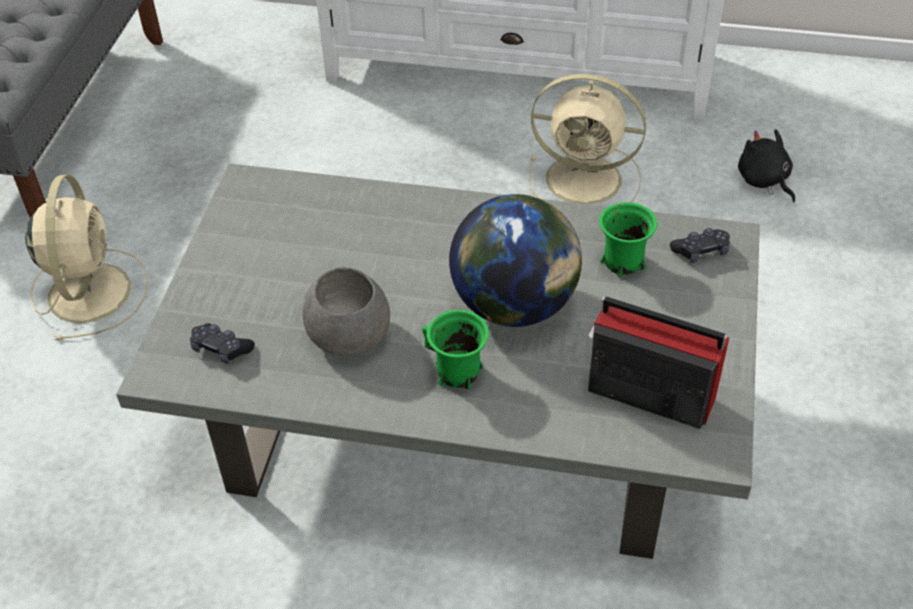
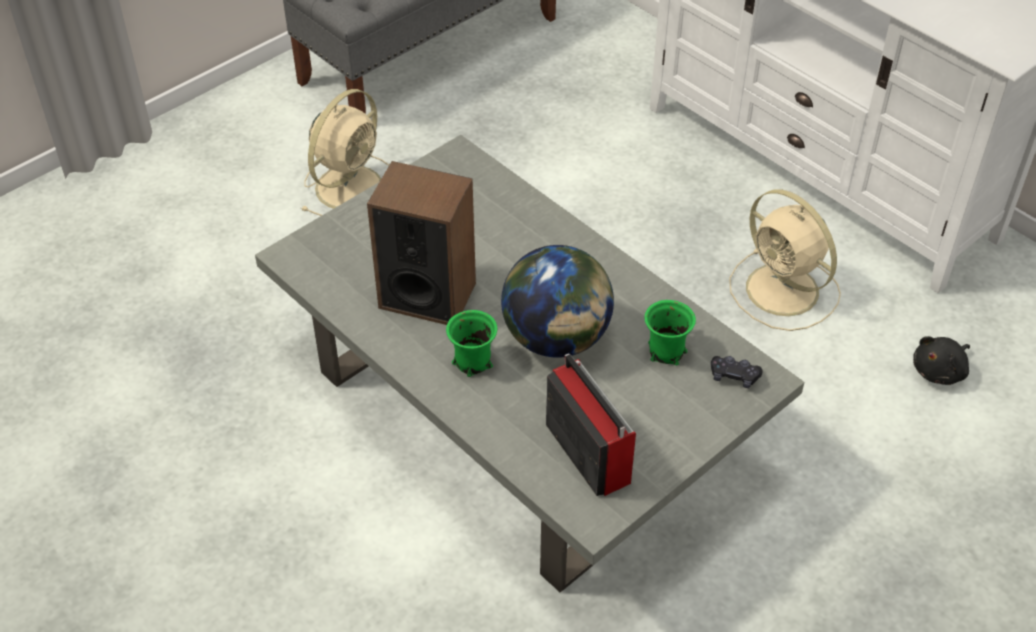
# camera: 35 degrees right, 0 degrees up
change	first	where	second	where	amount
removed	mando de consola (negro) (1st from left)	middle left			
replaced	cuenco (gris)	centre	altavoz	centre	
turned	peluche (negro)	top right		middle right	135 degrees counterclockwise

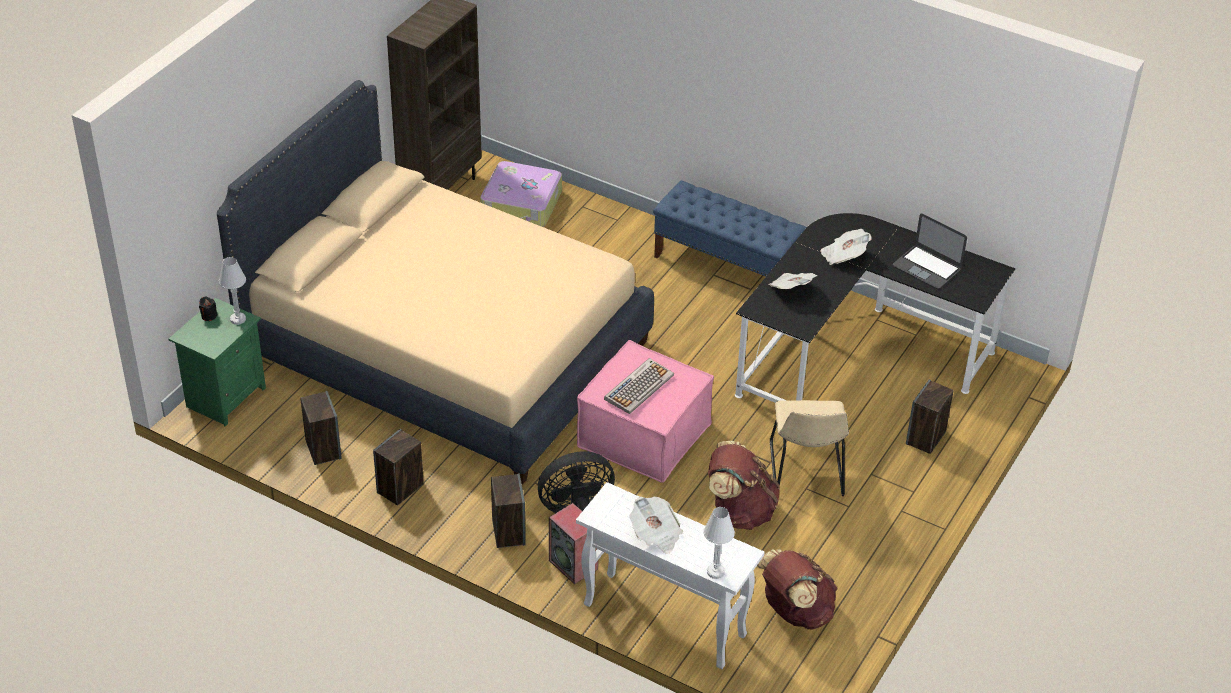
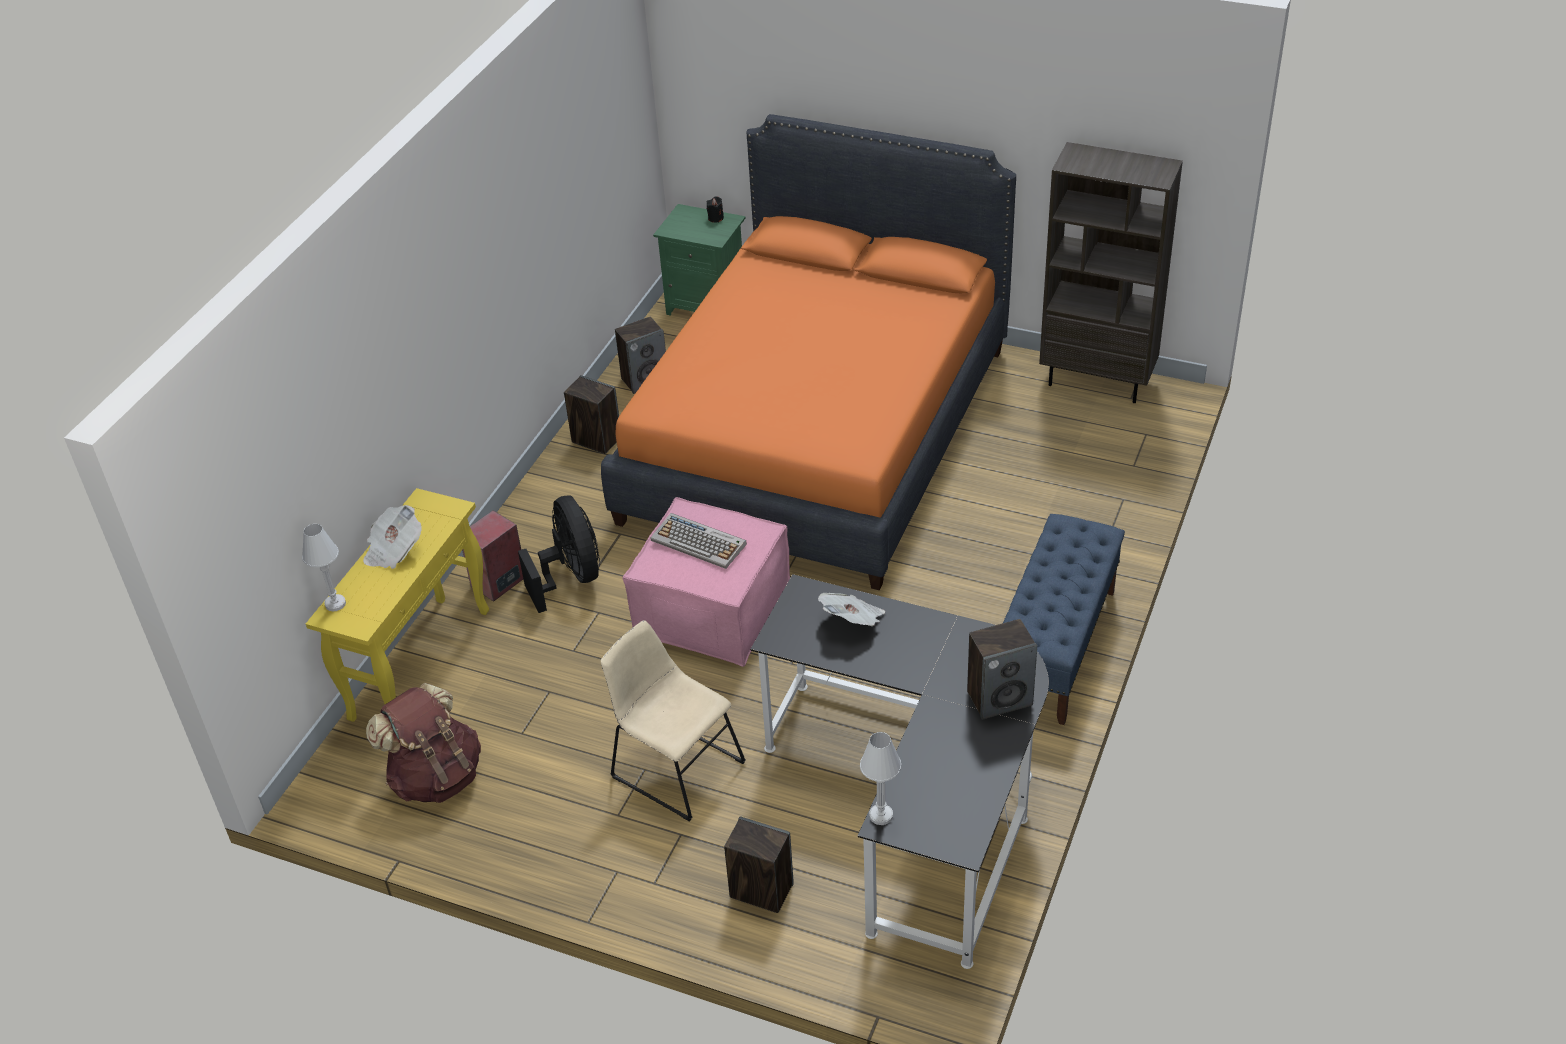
# camera: 85 degrees right, 0 degrees up
change	first	where	second	where	amount
recoloured	cama (beis)	centre	cama (naranja)	centre	
moved	lámpara de mesa (blanco) (1st from left in the first image)	middle left	lámpara de mesa (blanco) (2nd from left)	bottom centre	
removed	maleta	top centre			
moved	altavoz (3rd from left in the first image)	bottom centre	altavoz (5th from left)	centre	
recoloured	mesa consola (blanco)	bottom centre	mesa consola (amarillo)	middle left	
removed	mochila (marrón) (1st from left)	bottom centre			
turned	silla (beis)	centre		bottom centre	45 degrees clockwise
removed	periódico (3rd from left)	middle right			
removed	portátil	middle right			

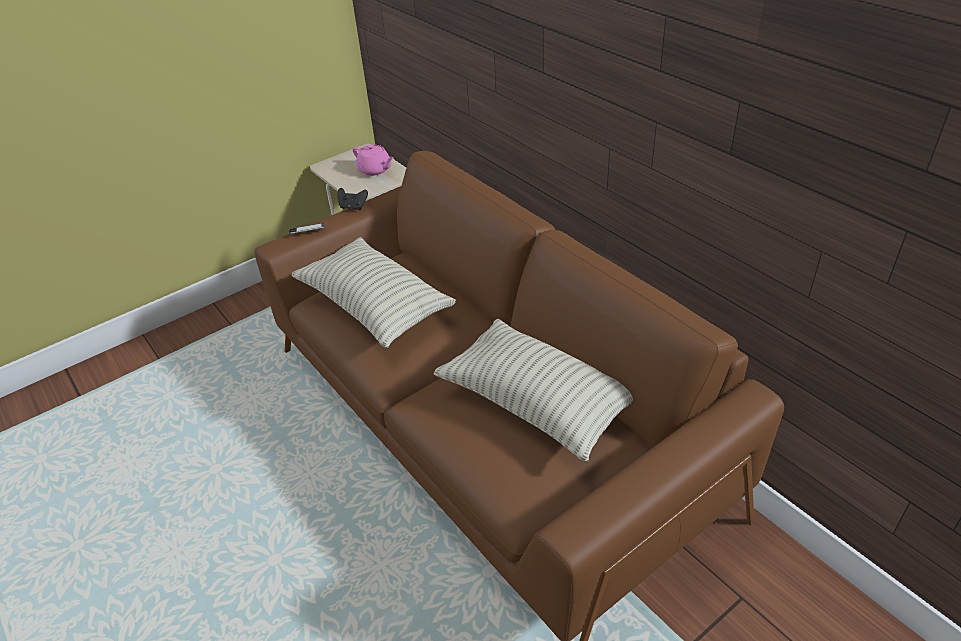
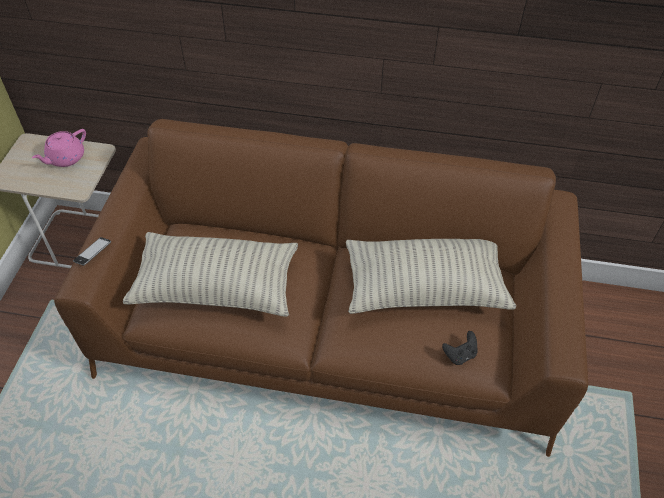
# camera: 45 degrees left, 10 degrees up
change	first	where	second	where	amount
moved	mando de consola (negro)	top centre		bottom right	
turned	tetera (rosa)	top centre		top left	135 degrees clockwise

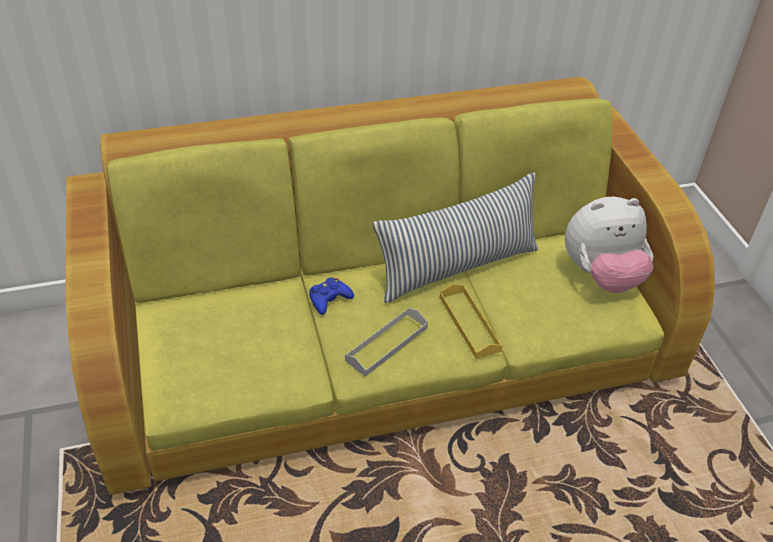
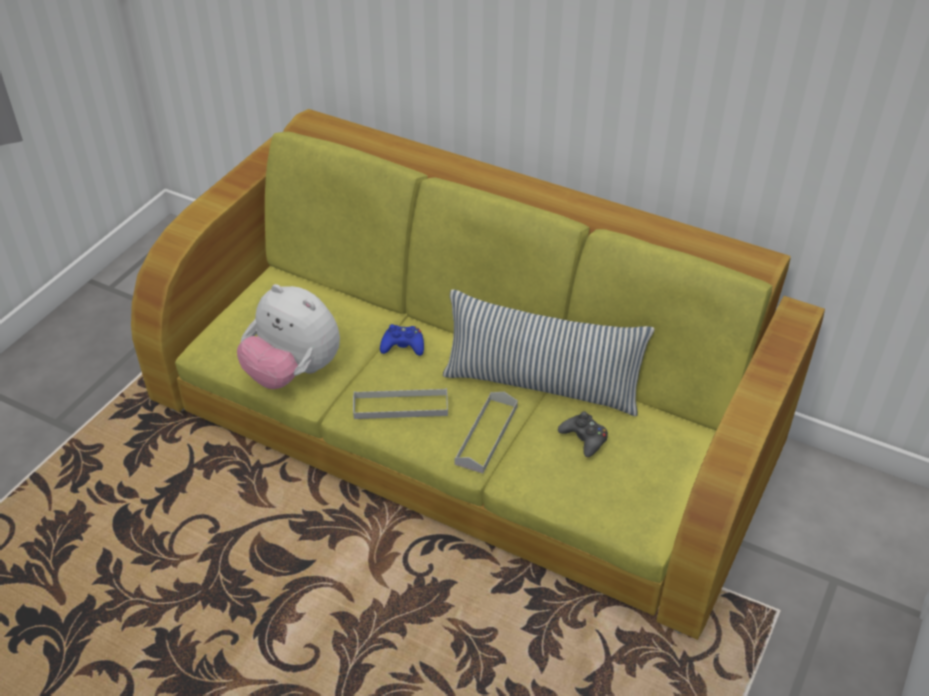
# camera: 45 degrees right, 0 degrees up
change	first	where	second	where	amount
recoloured	bandeja (amarillo)	centre	bandeja (gris) (2nd from left)	centre	
moved	peluche	middle right		middle left	
added			mando de consola (negro)	centre	

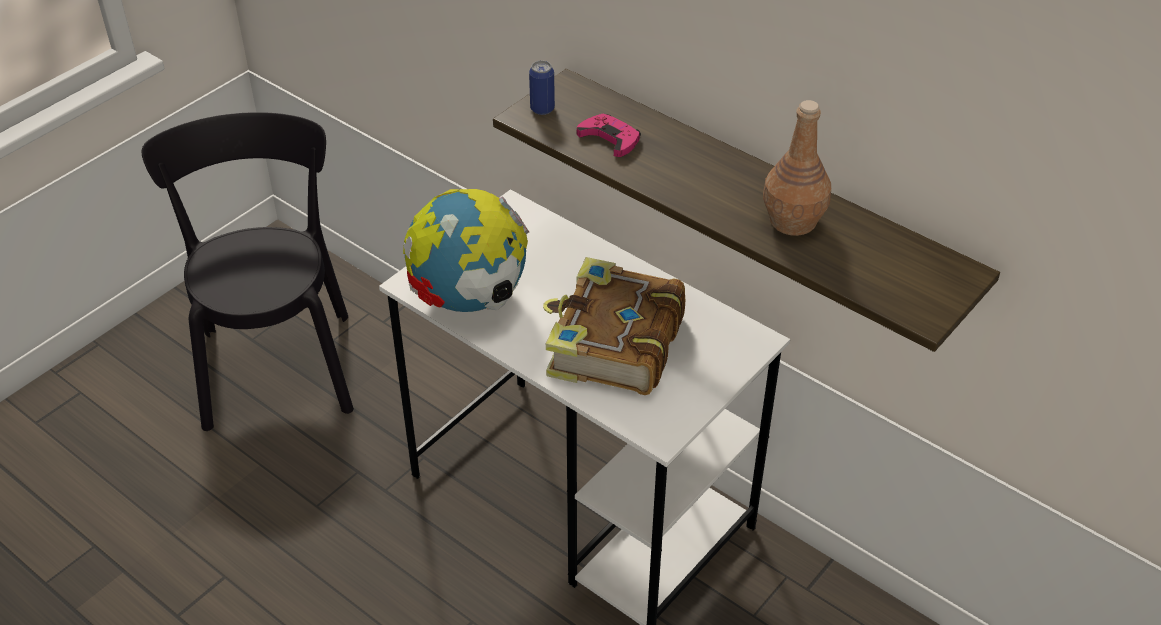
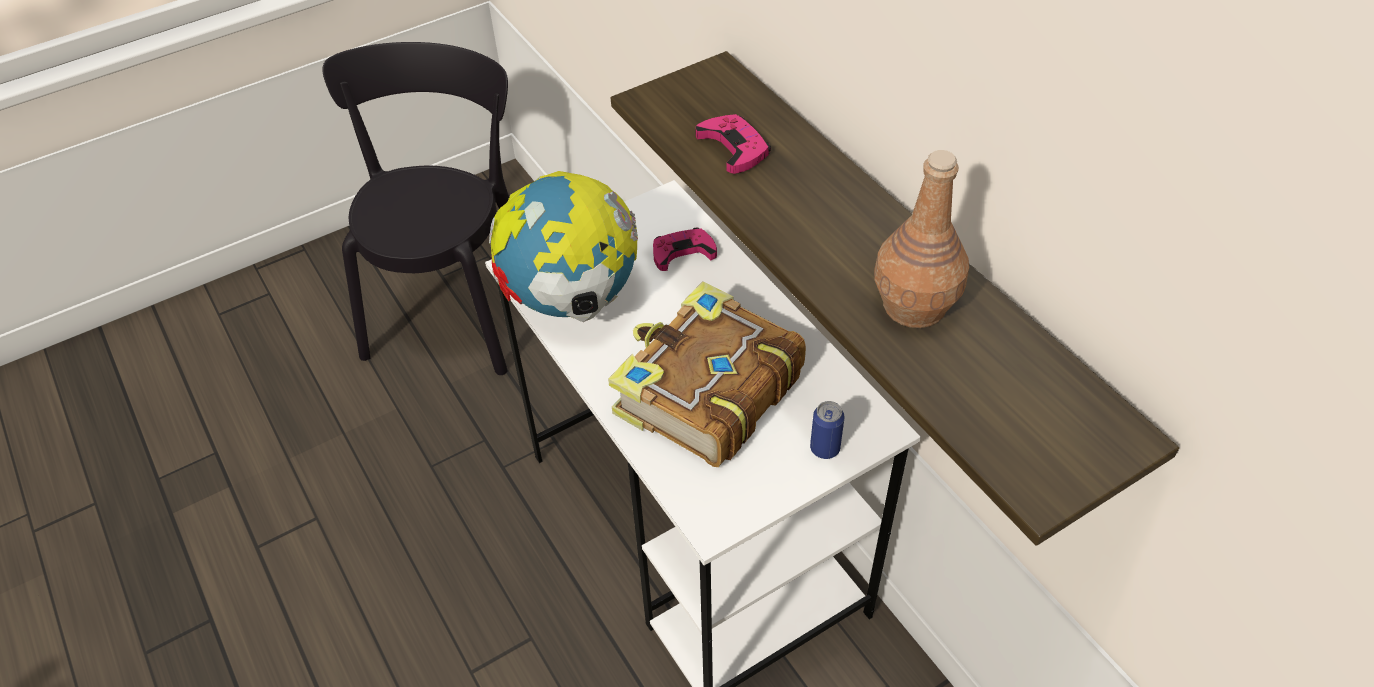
# camera: 20 degrees right, 5 degrees up
change	first	where	second	where	amount
moved	lata	top centre		centre	
added			mando de consola (rosa) (1st from left)	centre	

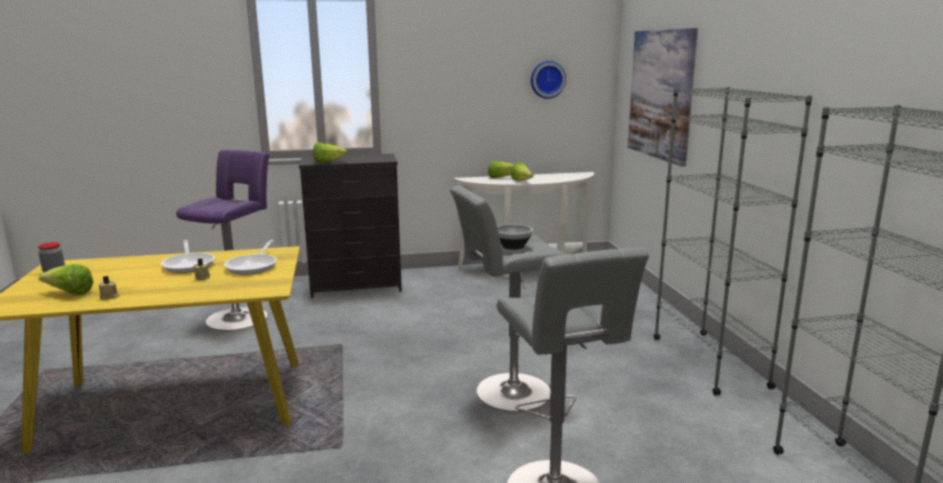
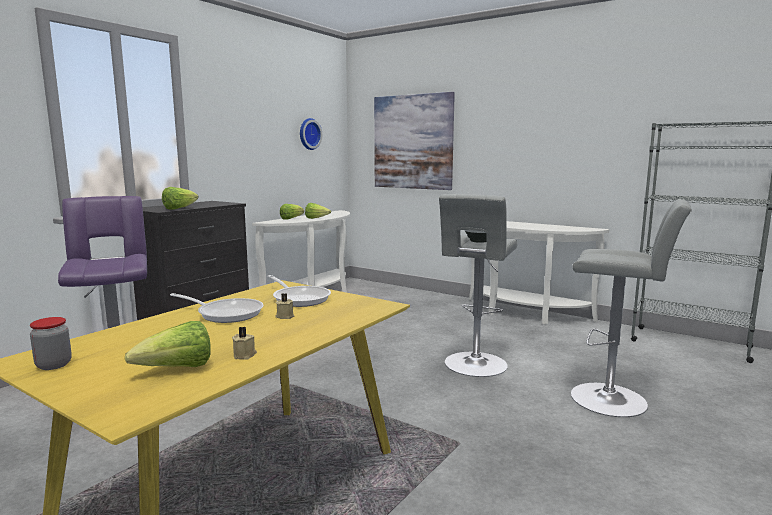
# camera: 45 degrees left, 5 degrees down
change	first	where	second	where	amount
replaced	estantería (gris) (1st from left)	middle right	mesa consola (blanco) (2nd from left)	middle right	

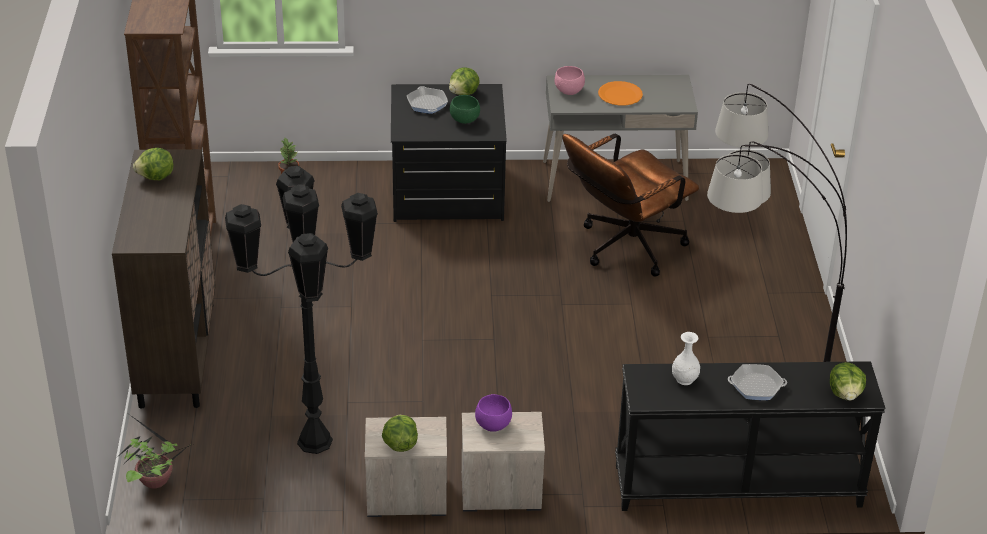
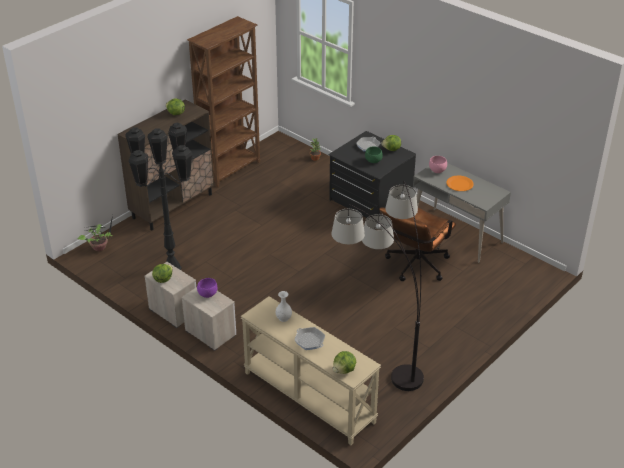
# camera: 45 degrees right, 0 degrees up
change	first	where	second	where	amount
turned	silla de oficina (marrón)	centre		middle right	60 degrees counterclockwise
recoloured	mesa consola (negro)	bottom right	mesa consola (beis)	bottom centre	

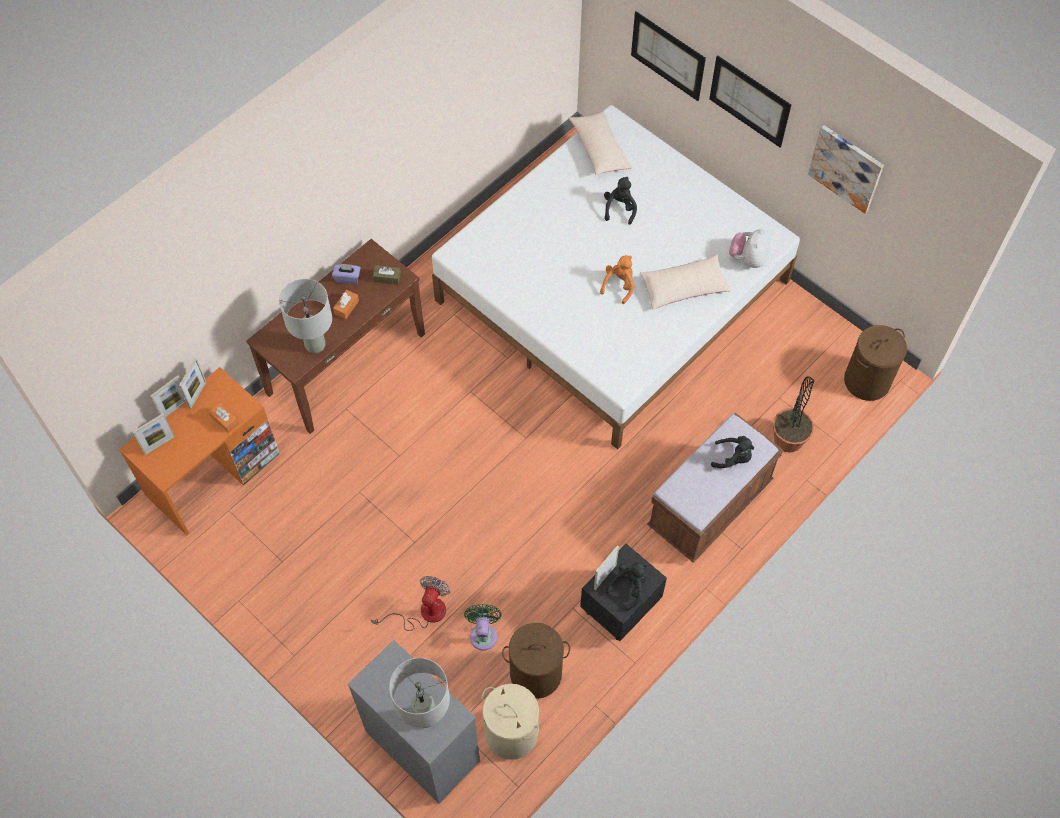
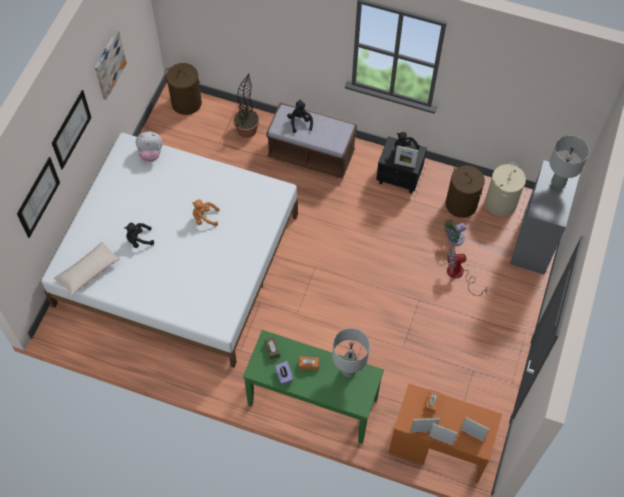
# camera: 115 degrees left, 0 degrees up
change	first	where	second	where	amount
recoloured	mesa consola (marrón)	middle left	mesa consola (verde)	bottom centre	
removed	cojín (beis) (2nd from left)	centre			

